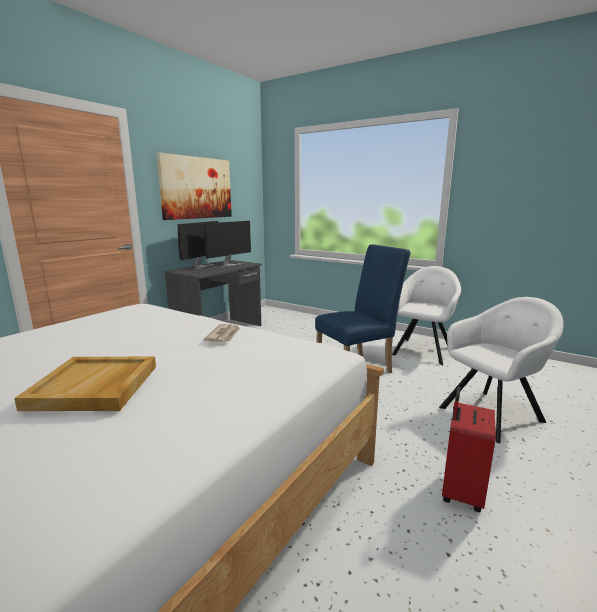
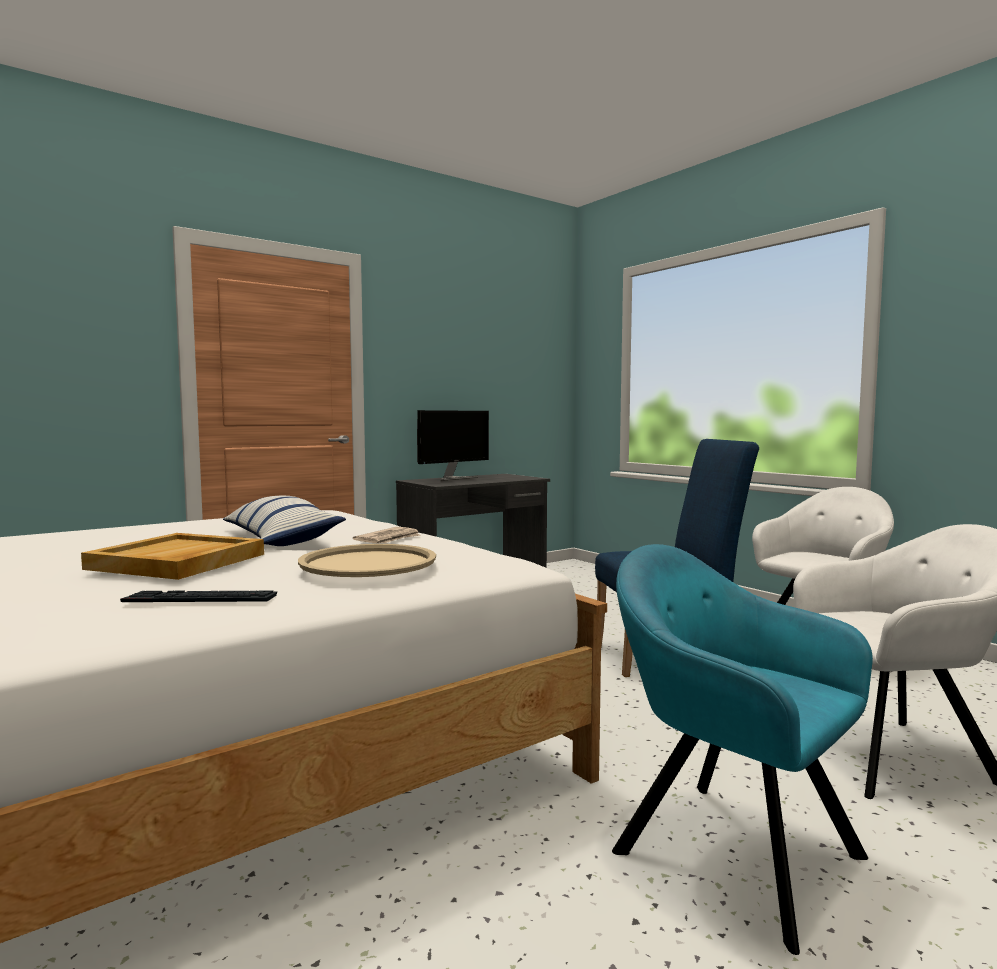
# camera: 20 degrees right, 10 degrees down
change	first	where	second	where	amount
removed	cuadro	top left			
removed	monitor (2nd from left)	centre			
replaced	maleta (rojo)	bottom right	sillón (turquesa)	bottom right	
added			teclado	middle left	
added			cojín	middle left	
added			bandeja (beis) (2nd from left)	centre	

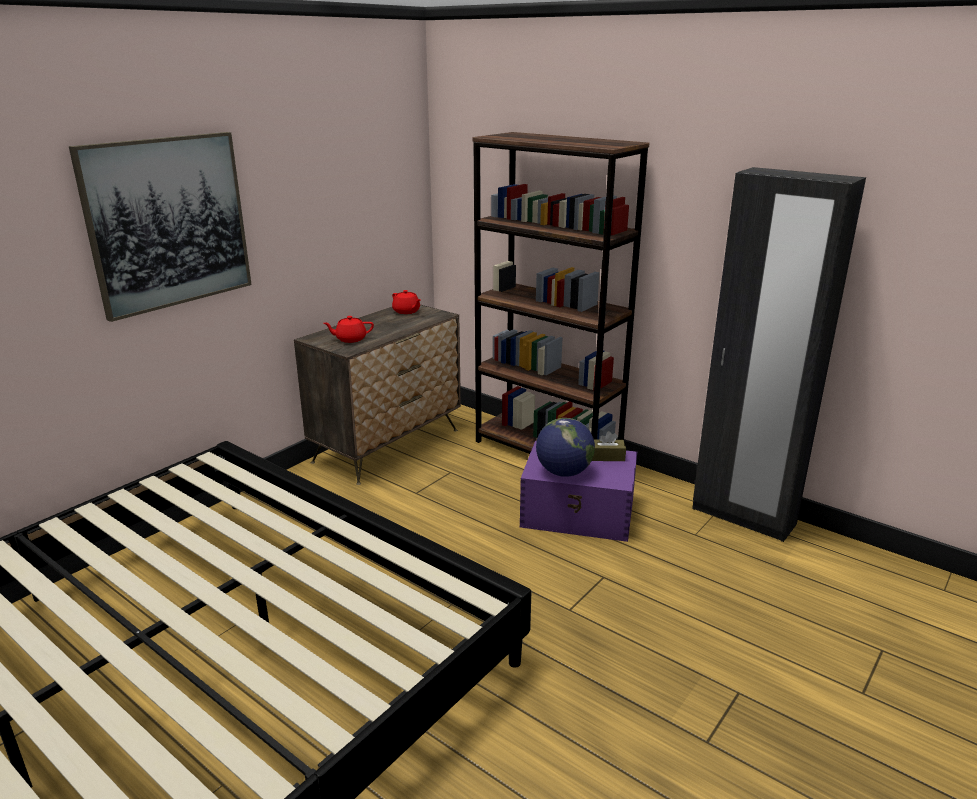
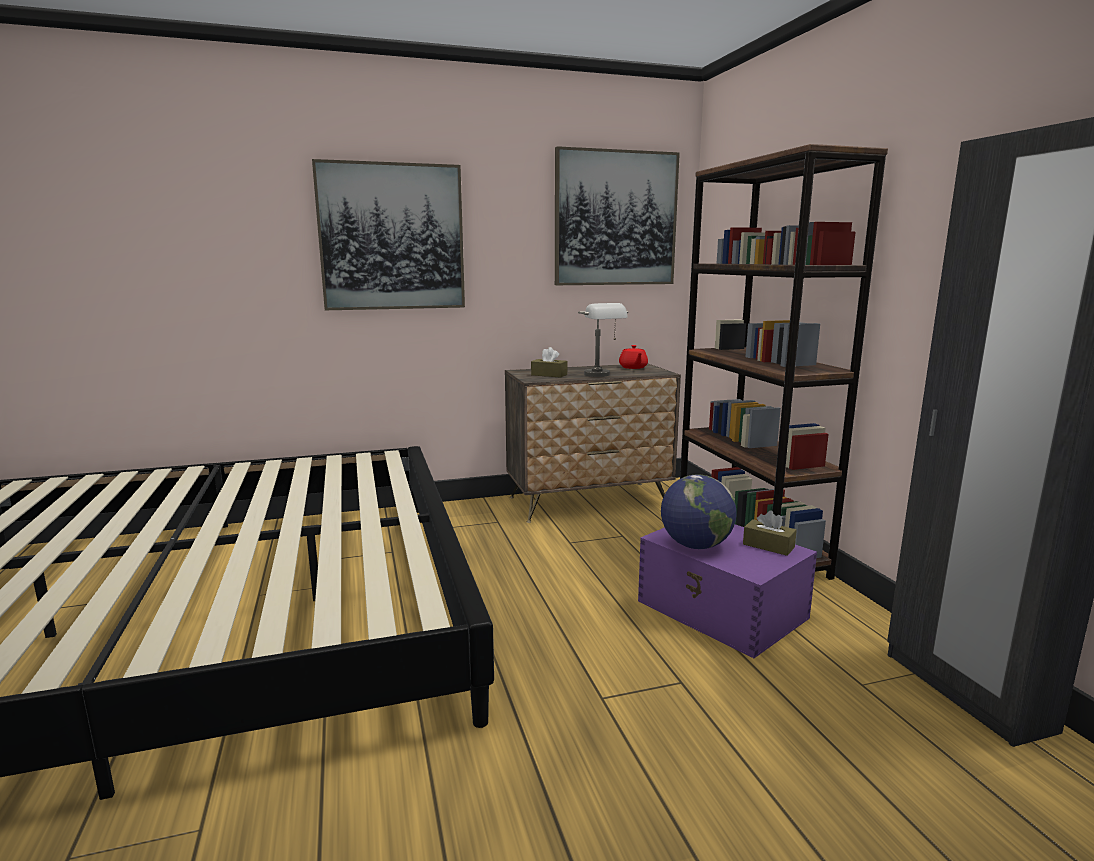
# camera: 35 degrees right, 10 degrees down
change	first	where	second	where	amount
replaced	tetera (rojo) (1st from left)	centre	caja de pañuelos (marrón) (1st from left)	centre	
added			cuadro (2nd from left)	top centre	
added			lámpara de mesa (gris)	centre	

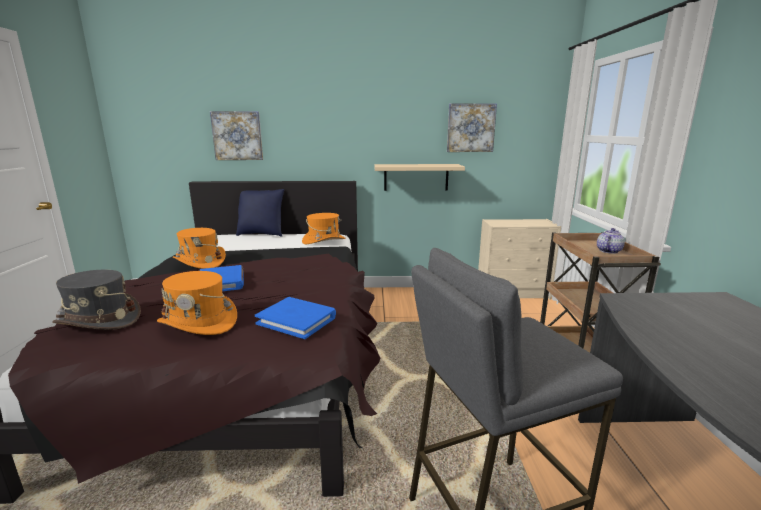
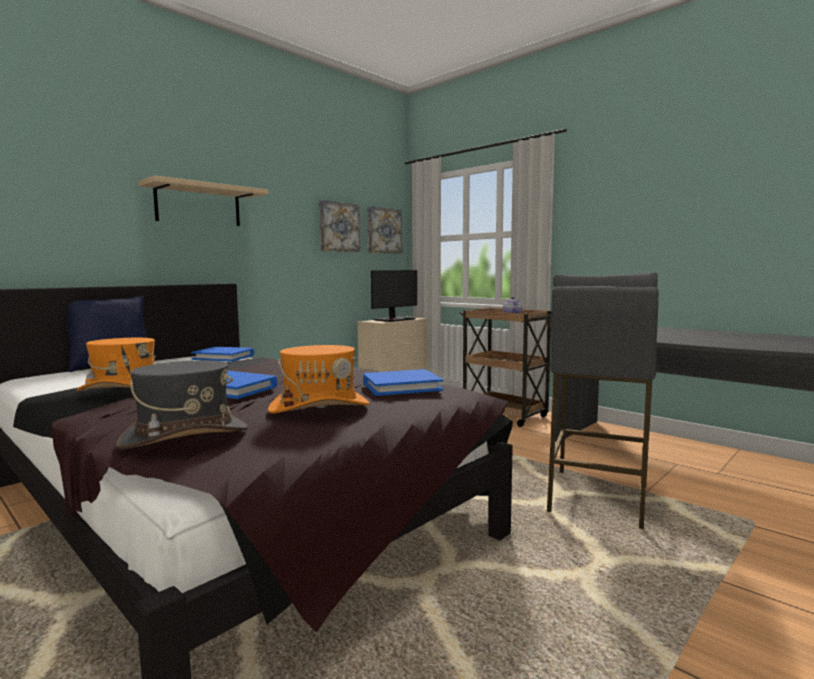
# camera: 45 degrees left, 10 degrees down
change	first	where	second	where	amount
moved	cuadro (1st from left in the first image)	top left	cuadro (2nd from left)	centre	
replaced	sombrero (naranja) (3rd from left)	centre	libro (azul) (1st from left)	middle left	
moved	estante (beis)	centre		top left	
added			monitor	centre	

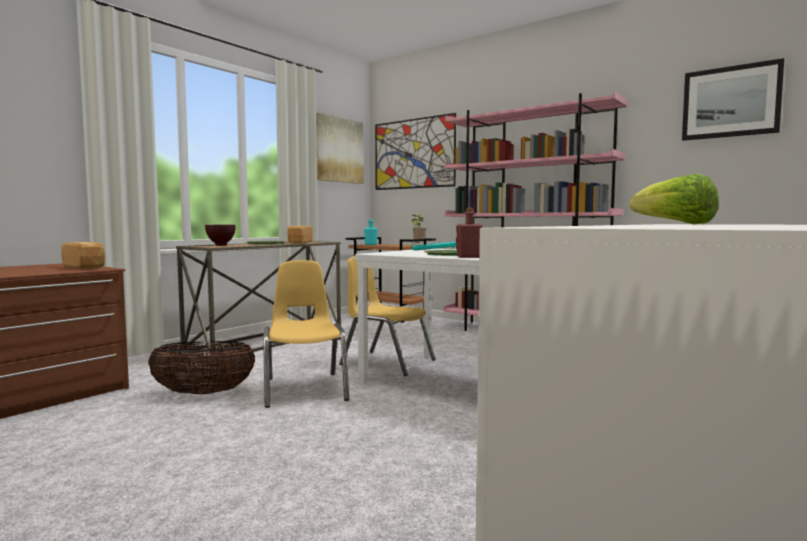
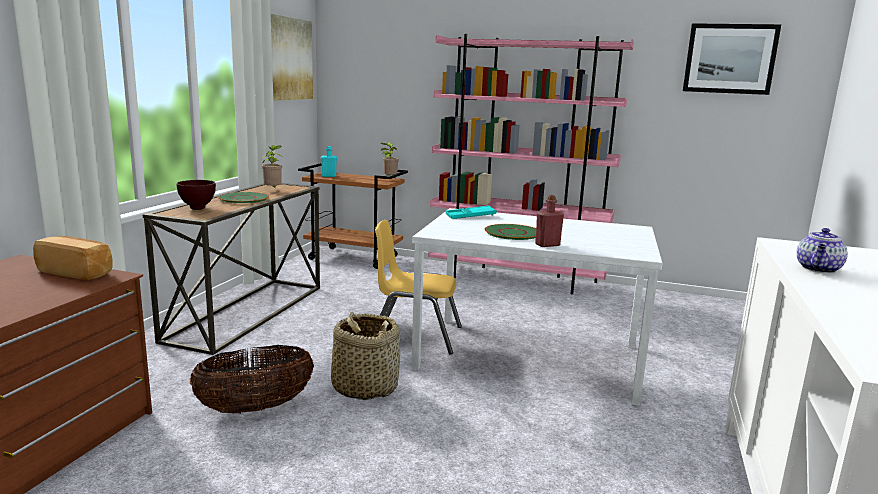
# camera: 20 degrees left, 10 degrees up
change	first	where	second	where	amount
replaced	silla (amarillo) (1st from left)	centre	cesta (2nd from left)	bottom centre	
replaced	pan (2nd from left)	centre	planta en maceta (1st from left)	middle left	
removed	cuadro (2nd from left)	top centre			
replaced	lechuga	middle right	tetera	middle right	

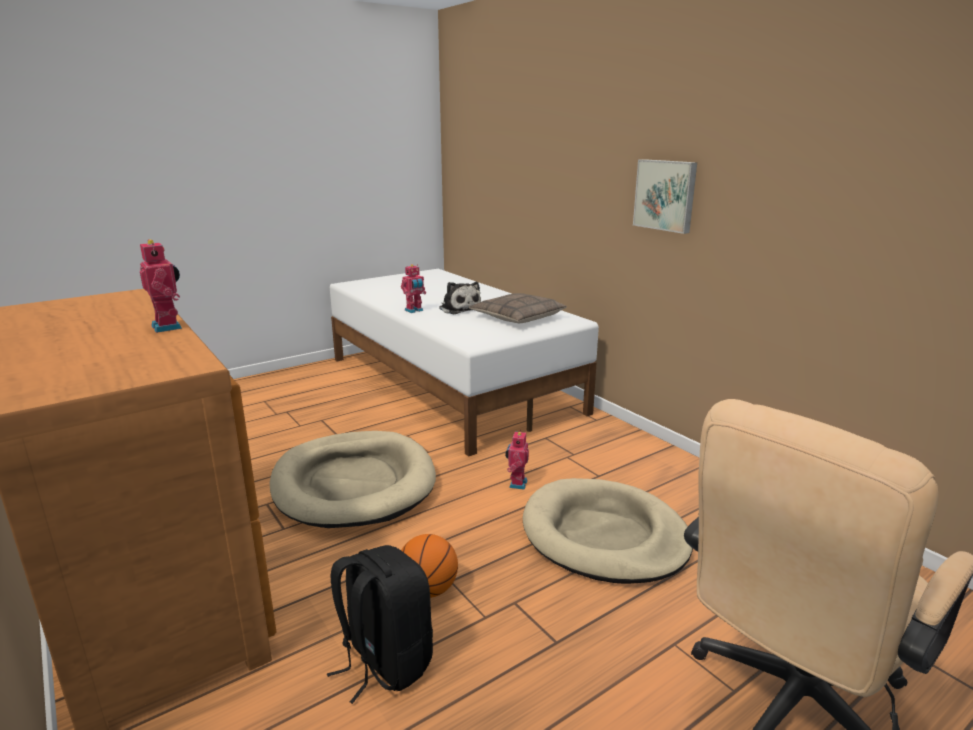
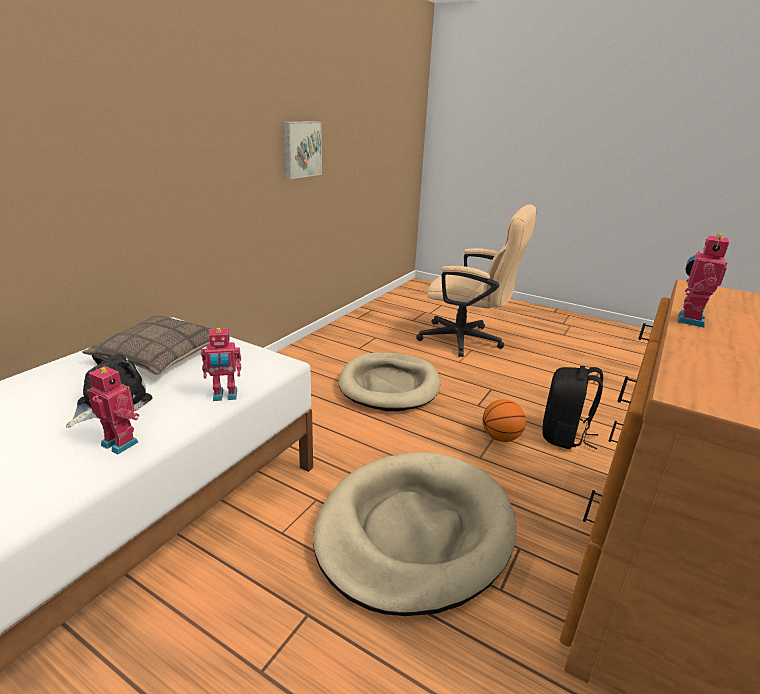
# camera: 115 degrees left, 5 degrees up
change	first	where	second	where	amount
moved	robot de juguete (3rd from left in the first image)	centre	robot de juguete (2nd from left)	middle left	
moved	cuadro	top right		top centre	

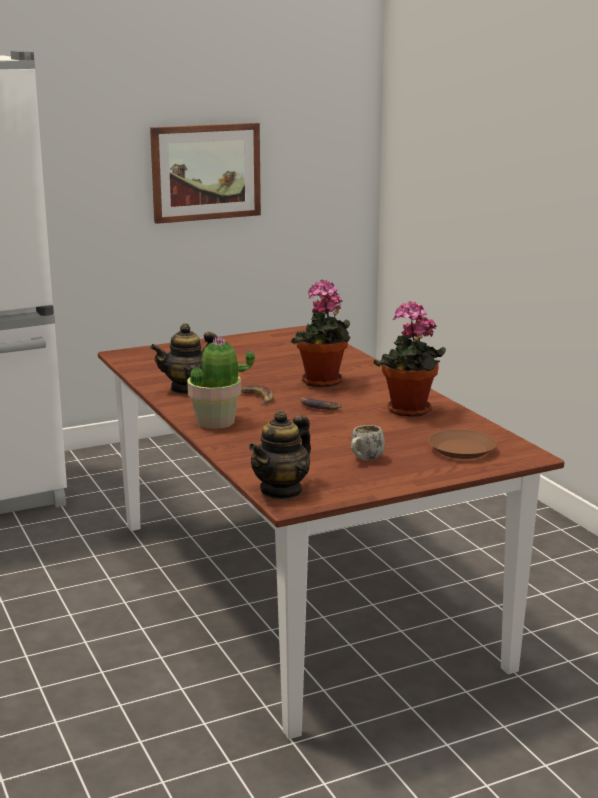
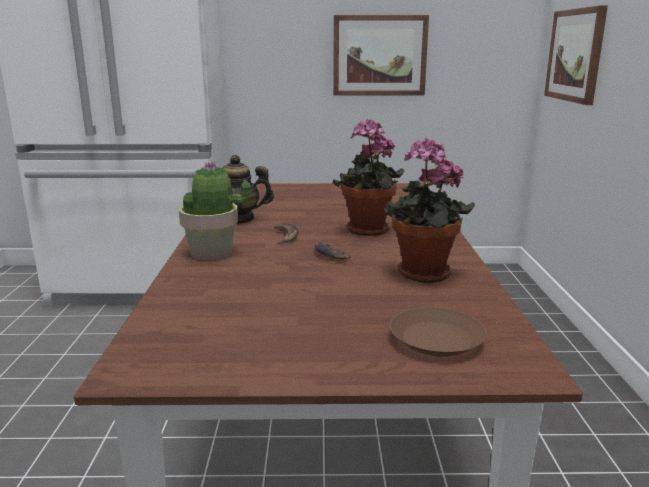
# camera: 25 degrees right, 0 degrees up
change	first	where	second	where	amount
removed	tetera (2nd from left)	centre			
removed	taza grande (blanco)	centre			
added			cuadro (2nd from left)	top right	

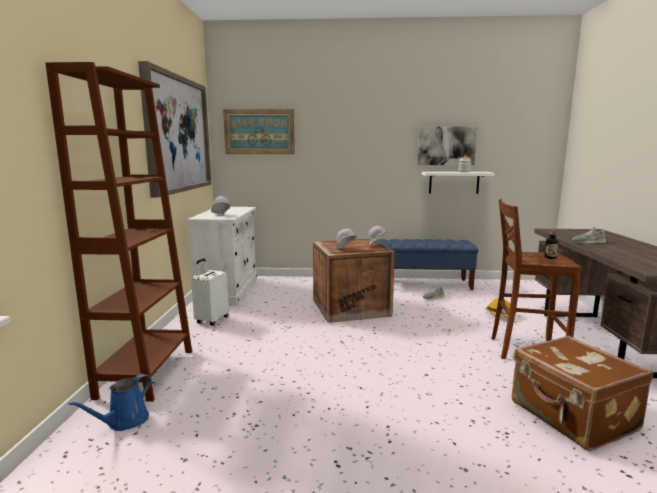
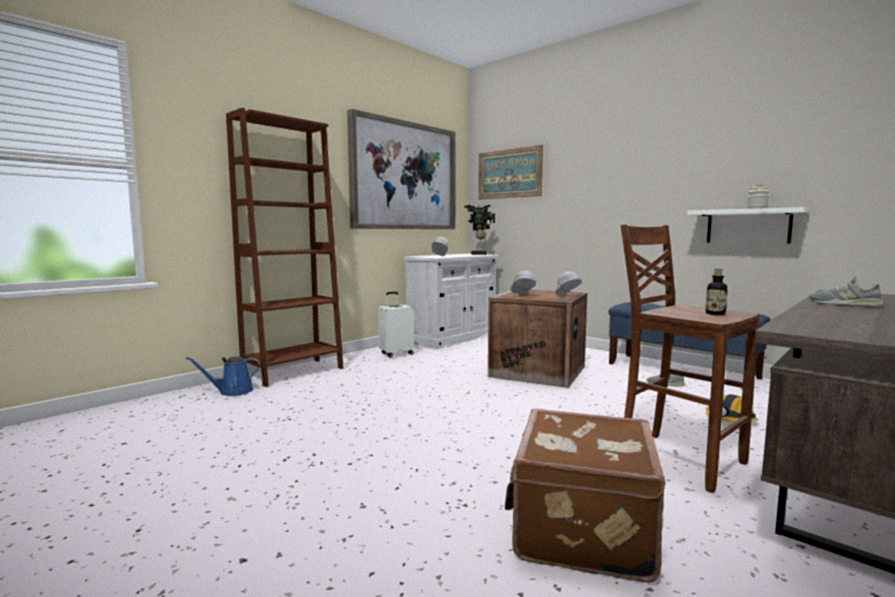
# camera: 40 degrees right, 5 degrees down
change	first	where	second	where	amount
removed	cuadro (3rd from left)	top right			
added			planta en maceta	centre	

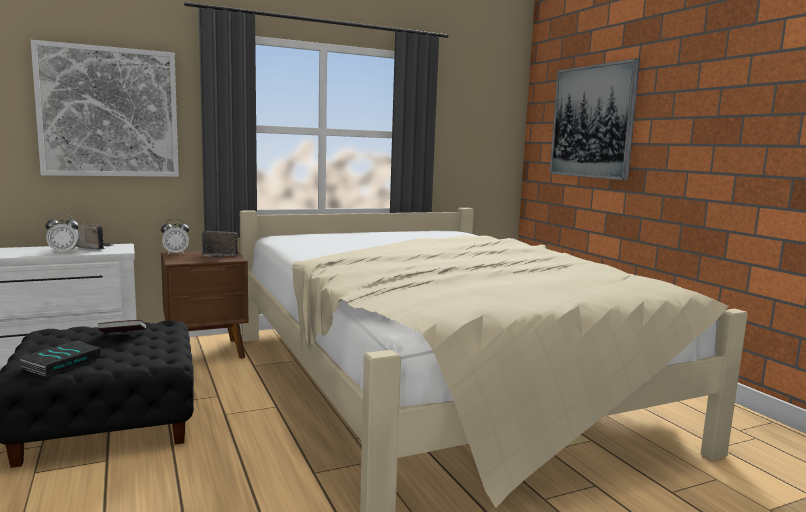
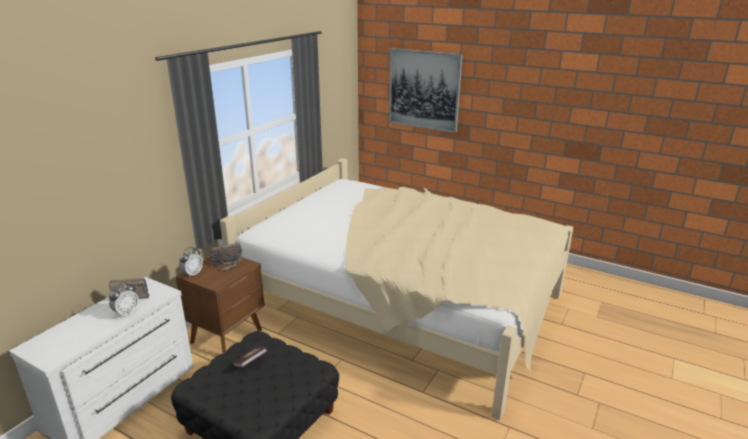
# camera: 35 degrees left, 15 degrees up
change	first	where	second	where	amount
removed	libro (1st from left)	bottom left			
removed	cuadro (1st from left)	top left			

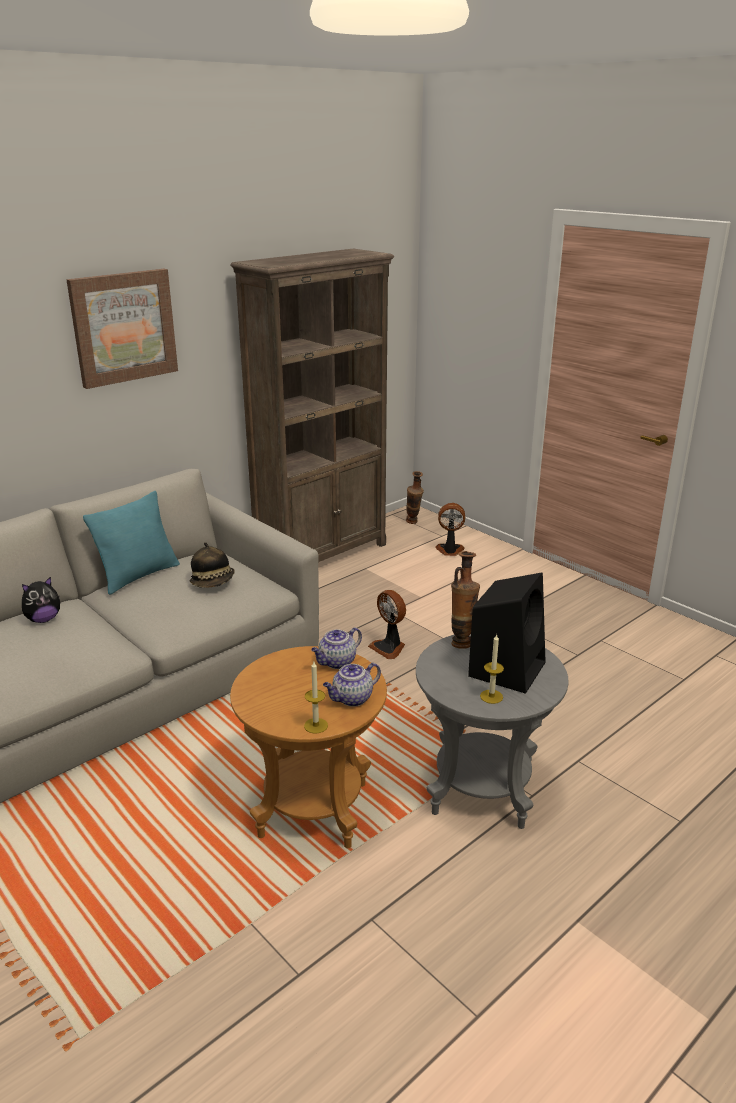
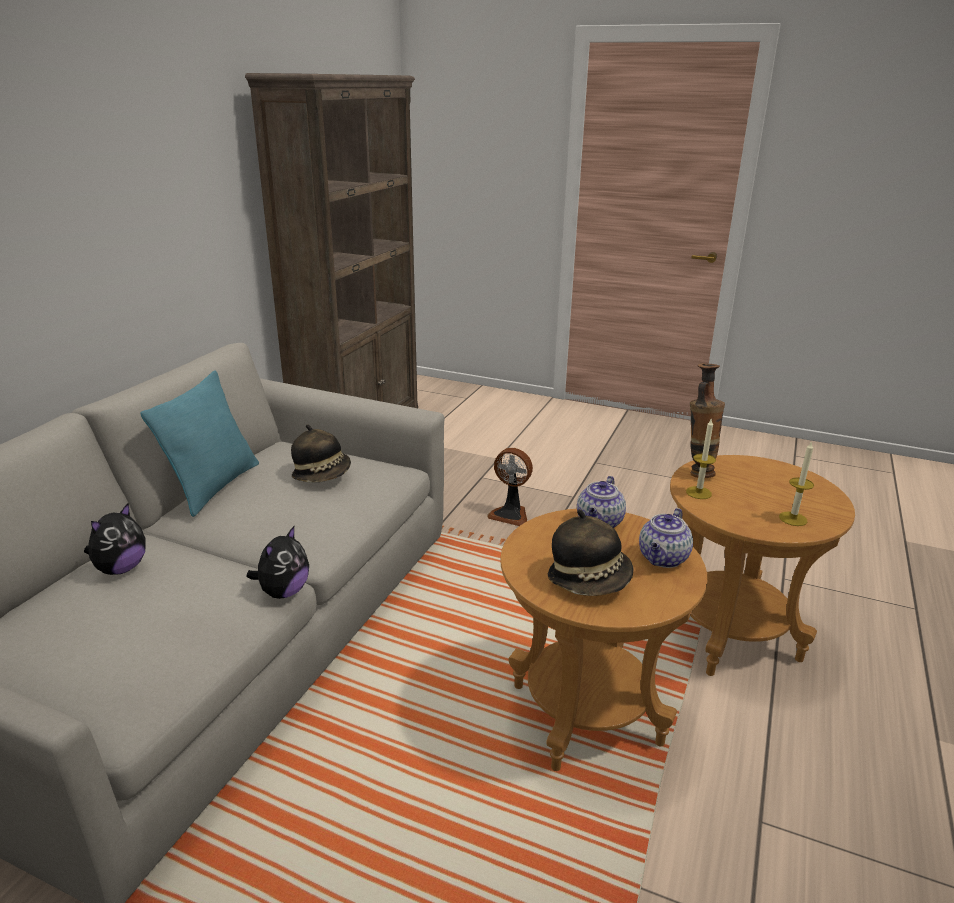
# camera: 25 degrees left, 0 degrees up
change	first	where	second	where	amount
removed	cuadro	top left			
moved	vela (1st from left)	centre		middle right	
removed	florero (1st from left)	centre			
recoloured	mesa auxiliar (gris)	middle right	mesa auxiliar (marrón) (2nd from left)	middle right	
removed	ventilador (2nd from left)	centre			
removed	altavoz (negro)	middle right			
added			peluche (2nd from left)	middle left	
added			sombrero (2nd from left)	centre	

